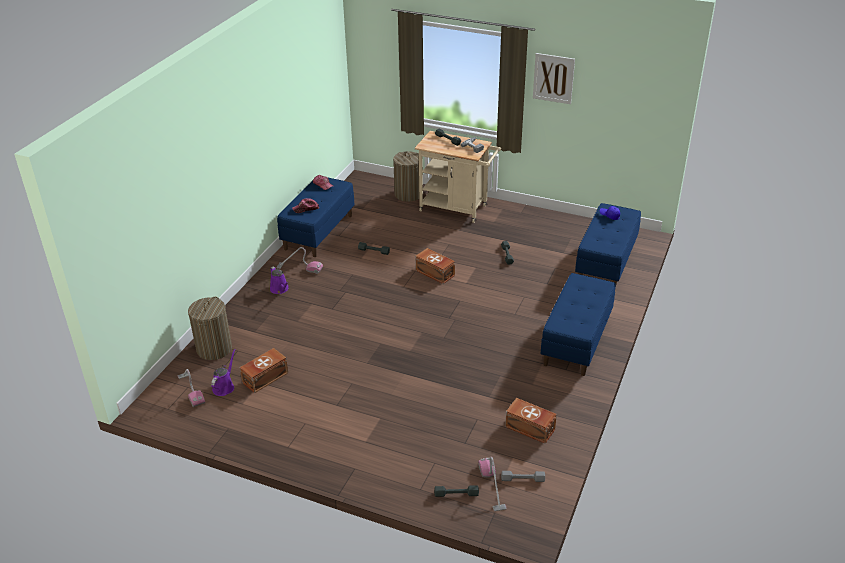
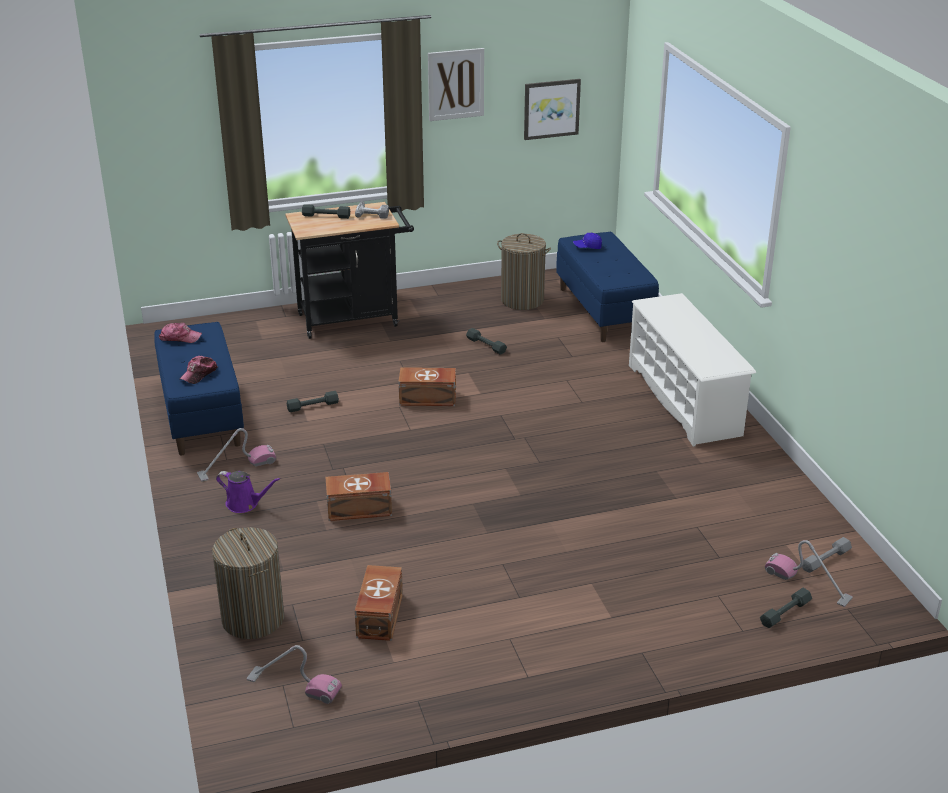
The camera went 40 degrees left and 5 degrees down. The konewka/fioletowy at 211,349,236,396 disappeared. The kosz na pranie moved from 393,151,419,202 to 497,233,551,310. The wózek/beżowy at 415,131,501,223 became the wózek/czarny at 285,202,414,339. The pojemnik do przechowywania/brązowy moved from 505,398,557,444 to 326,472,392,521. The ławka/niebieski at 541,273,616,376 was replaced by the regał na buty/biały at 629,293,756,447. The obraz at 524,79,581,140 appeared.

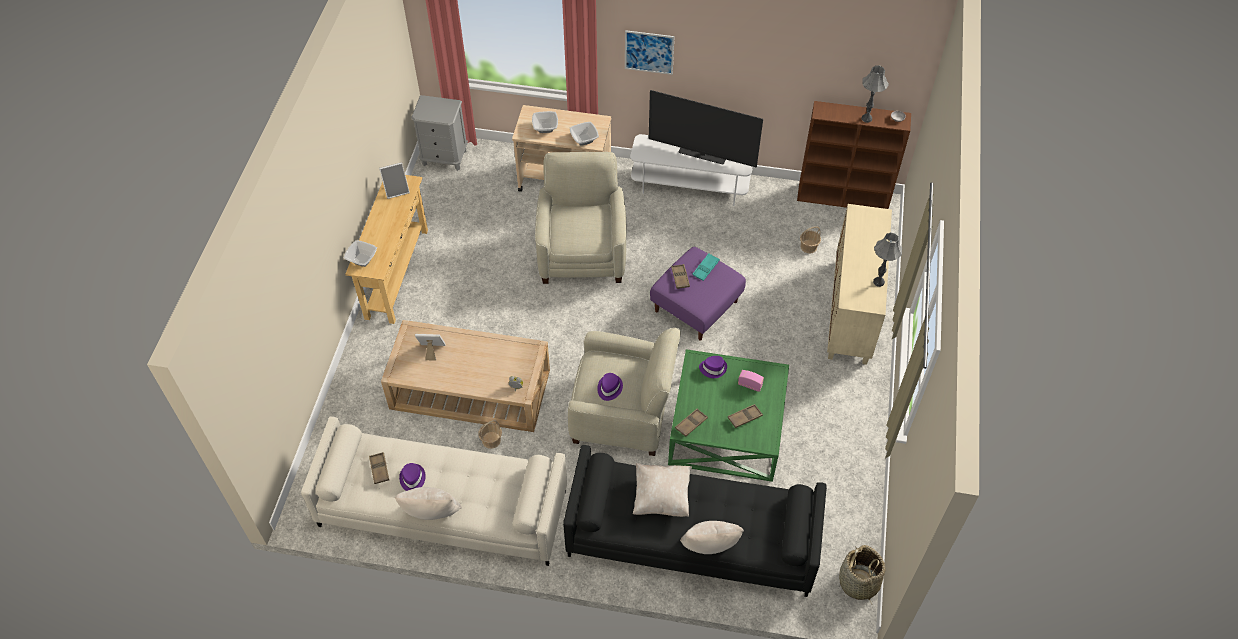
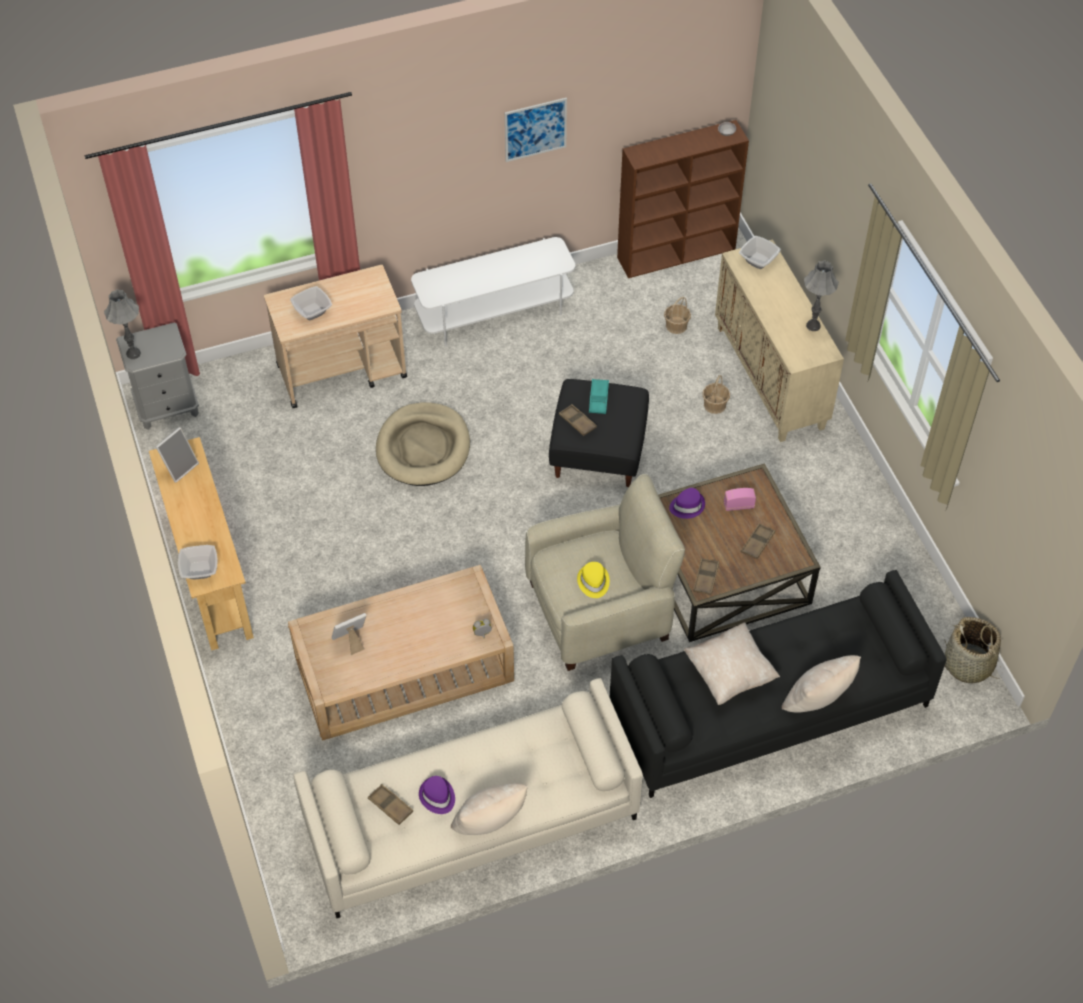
The camera went 30 degrees left and 0 degrees up. The koszyk moved from 478,420,502,449 to 702,375,730,414. The fotel/beżowy at 535,152,626,284 was replaced by the legowisko/beżowy at 376,402,470,486. The miska moved from 570,122,599,146 to 739,236,781,269. The kapelusz/fioletowy at 597,373,623,401 became the kapelusz/żółty at 577,562,610,598. The obraz moved from 625,30,675,75 to 505,98,567,162. The telewizor at 649,90,763,167 disappeared. The pufa/fioletowy at 650,247,746,341 became the pufa/czarny at 549,379,649,487. The ława/zielony at 668,349,789,482 became the ława/brązowy at 658,463,821,642. The lampa stołowa/szary moved from 861,65,889,123 to 104,289,141,359.

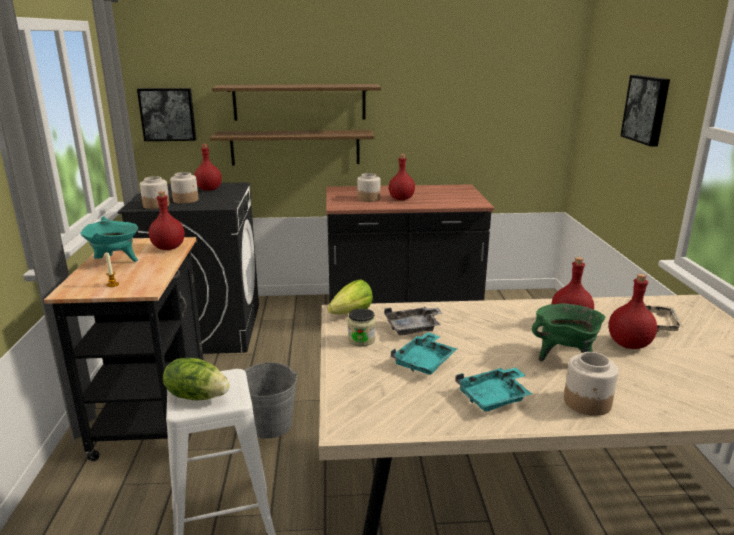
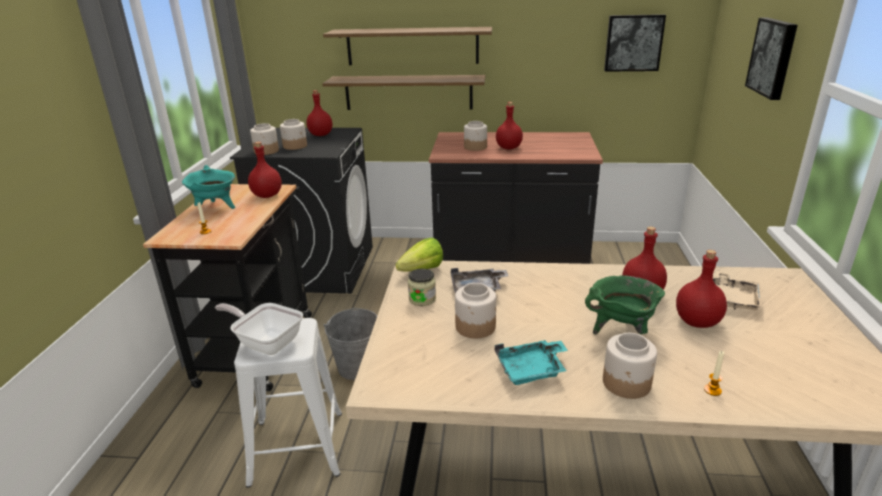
The camera went 10 degrees right and 5 degrees up. The obraz moved from 137,88,196,141 to 604,14,666,72. The sałata at 163,358,230,401 was replaced by the patelnia at 215,303,303,355. The taca/turkusowy at 391,332,457,375 was replaced by the słoik at 455,283,496,338. The świeca at 704,351,724,396 appeared.

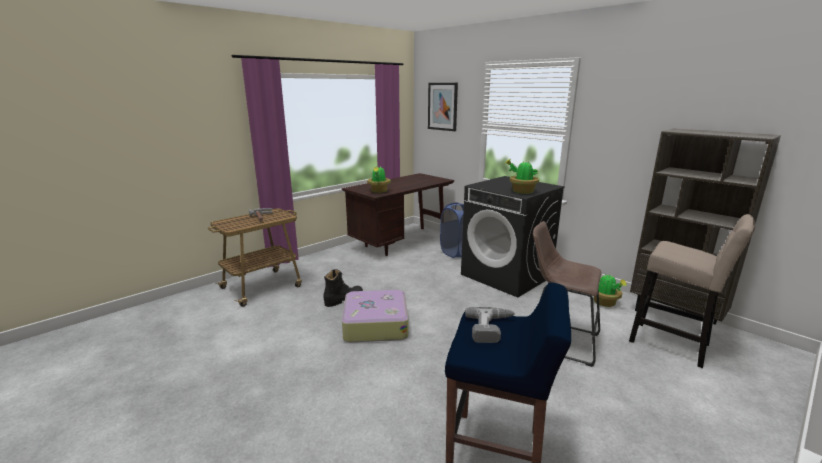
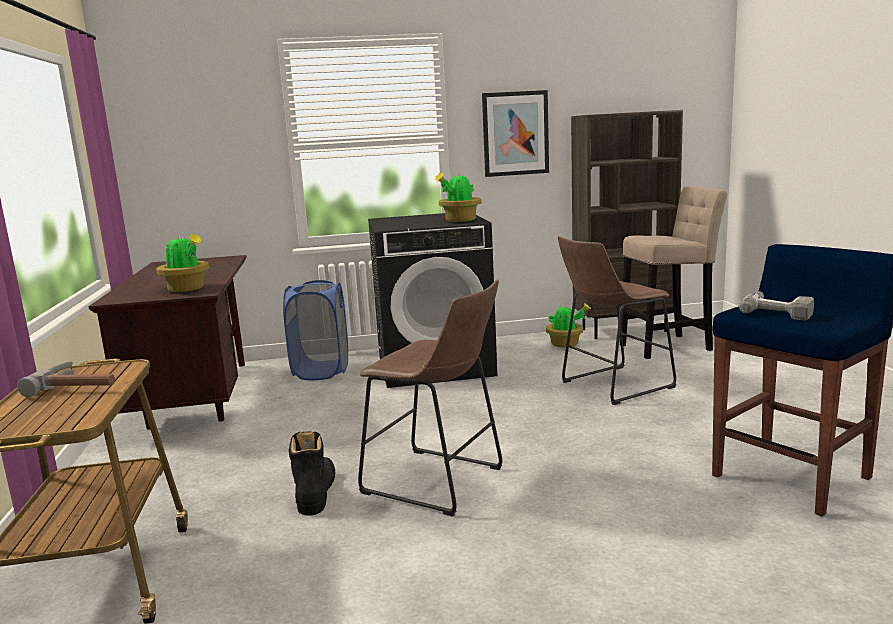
The camera went 55 degrees left and 5 degrees down. The walizka at 342,290,408,342 was replaced by the stołek/brązowy at 358,279,502,517. The obraz moved from 428,83,458,131 to 482,90,549,177.

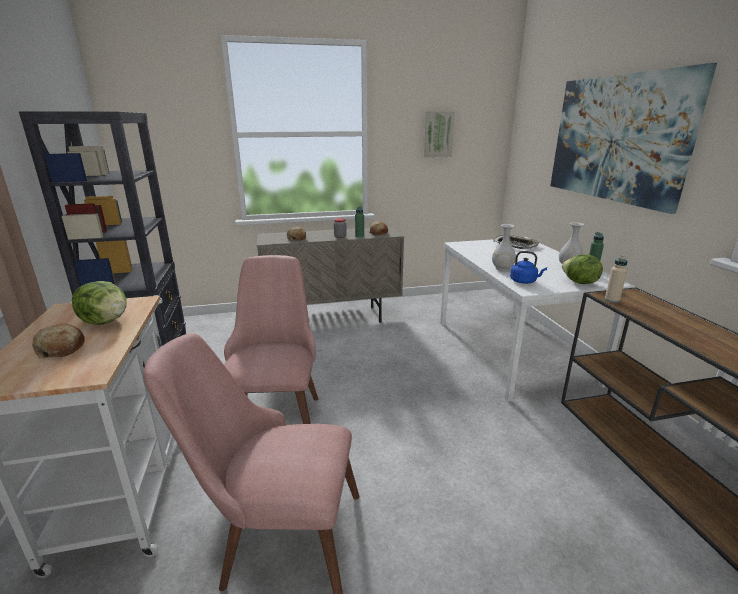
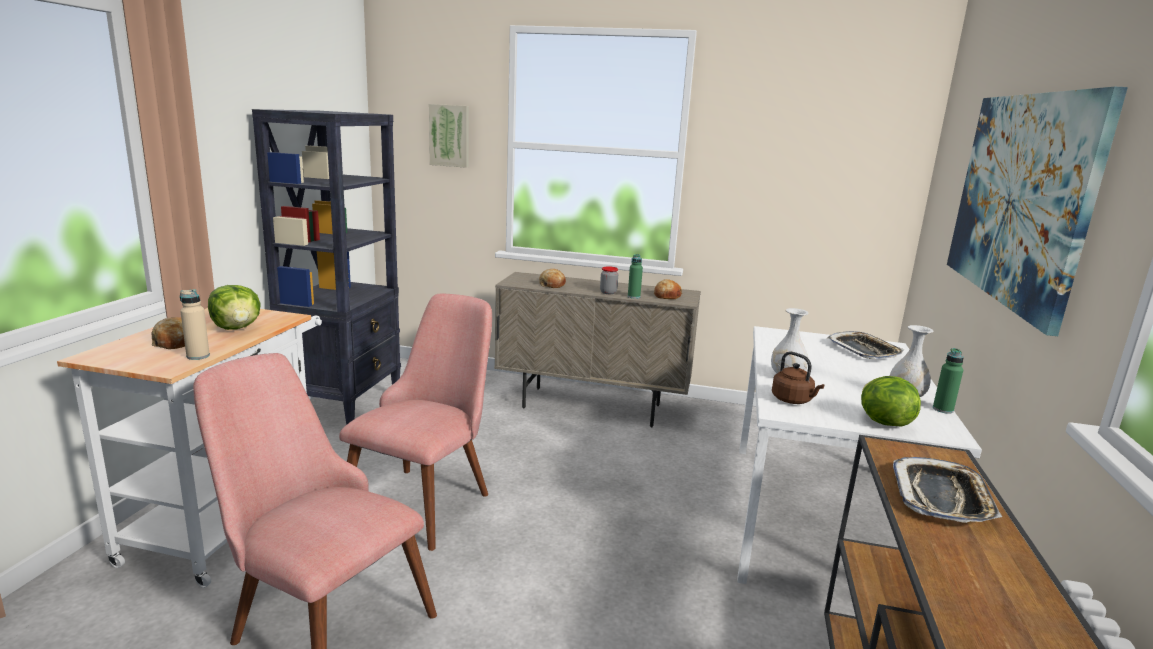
The camera went 25 degrees right and 5 degrees down. The obraz moved from 424,111,455,158 to 429,104,469,168. The czajnik/niebieski at 510,251,547,284 became the czajnik/brązowy at 772,352,824,404. The butelka/beżowy moved from 605,256,628,303 to 180,289,210,360. The taca at 893,457,1002,523 appeared.

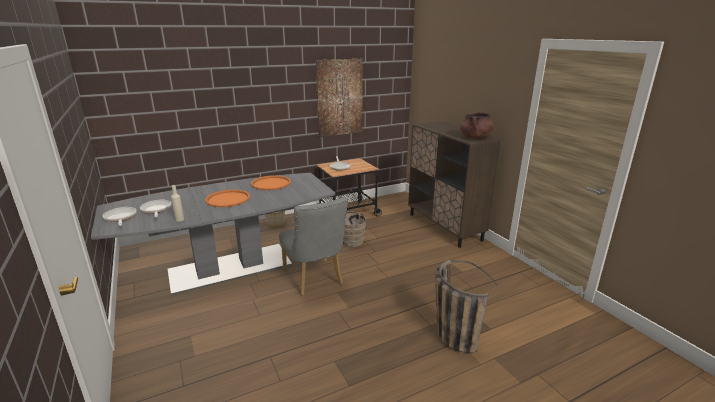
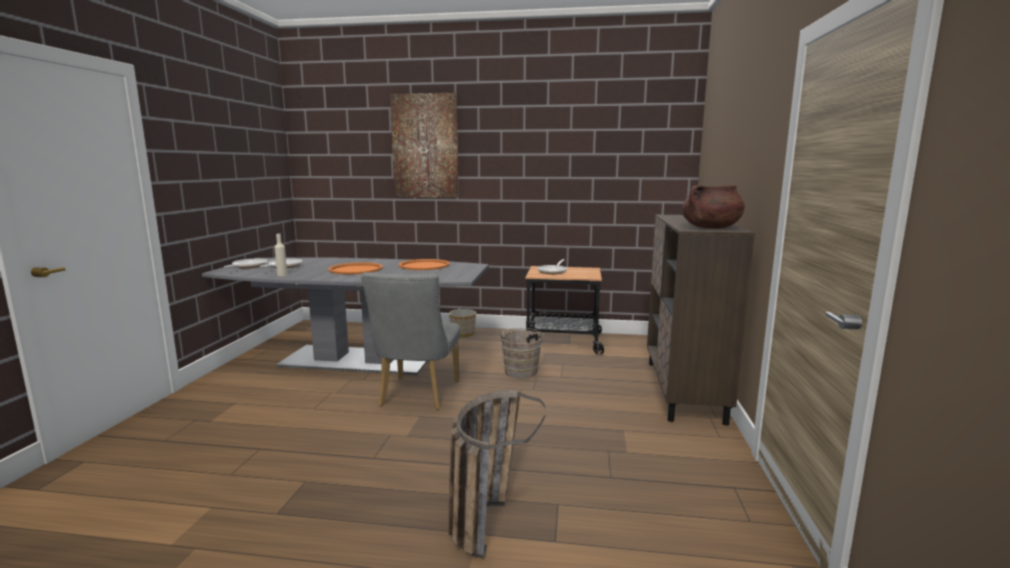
The camera went 35 degrees right and 10 degrees down. The obraz moved from 316,59,363,137 to 390,93,459,198.

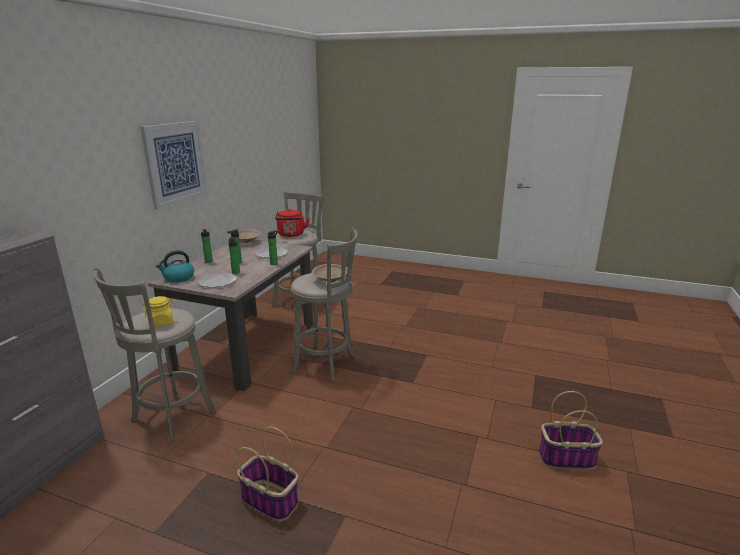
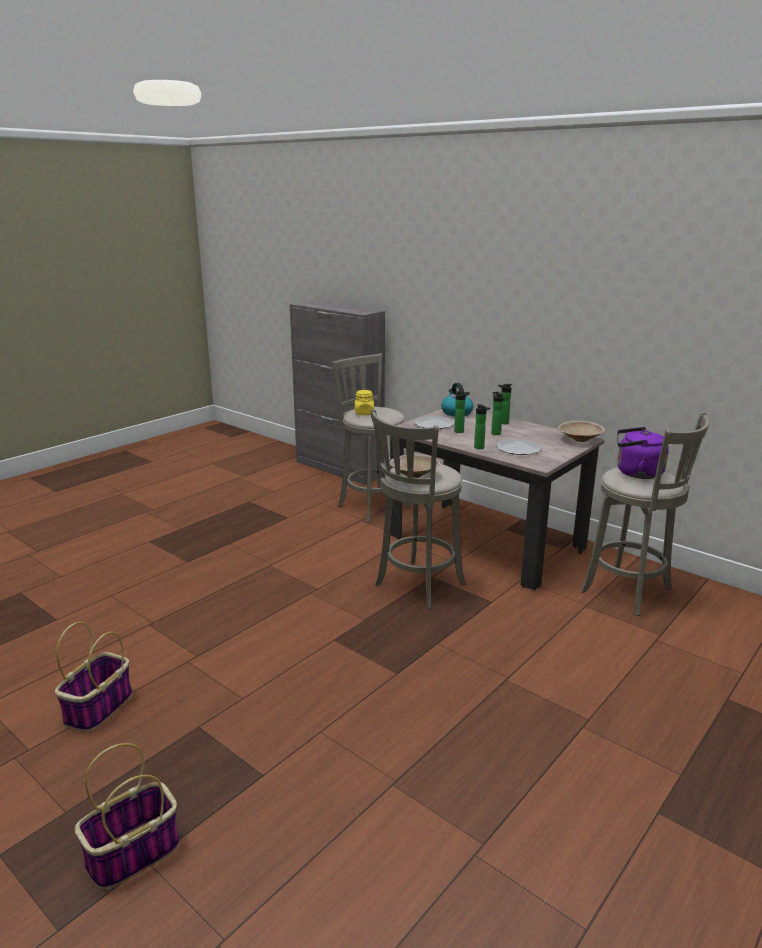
The camera went 110 degrees right and 0 degrees up. The obraz at 140,121,208,210 disappeared. The koszyk moved from 237,427,299,521 to 75,743,180,890. The czajnik/czerwony at 275,209,310,237 became the czajnik/fioletowy at 617,427,669,479.

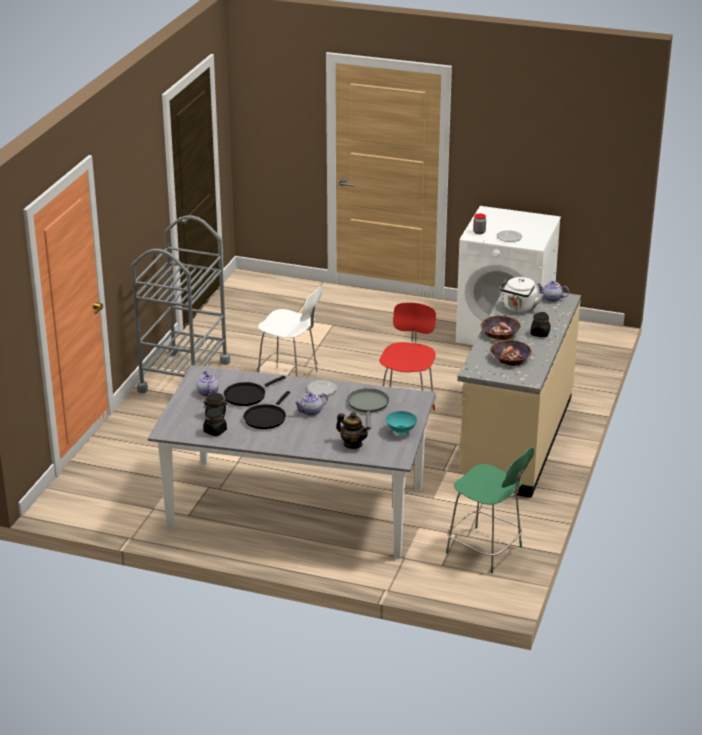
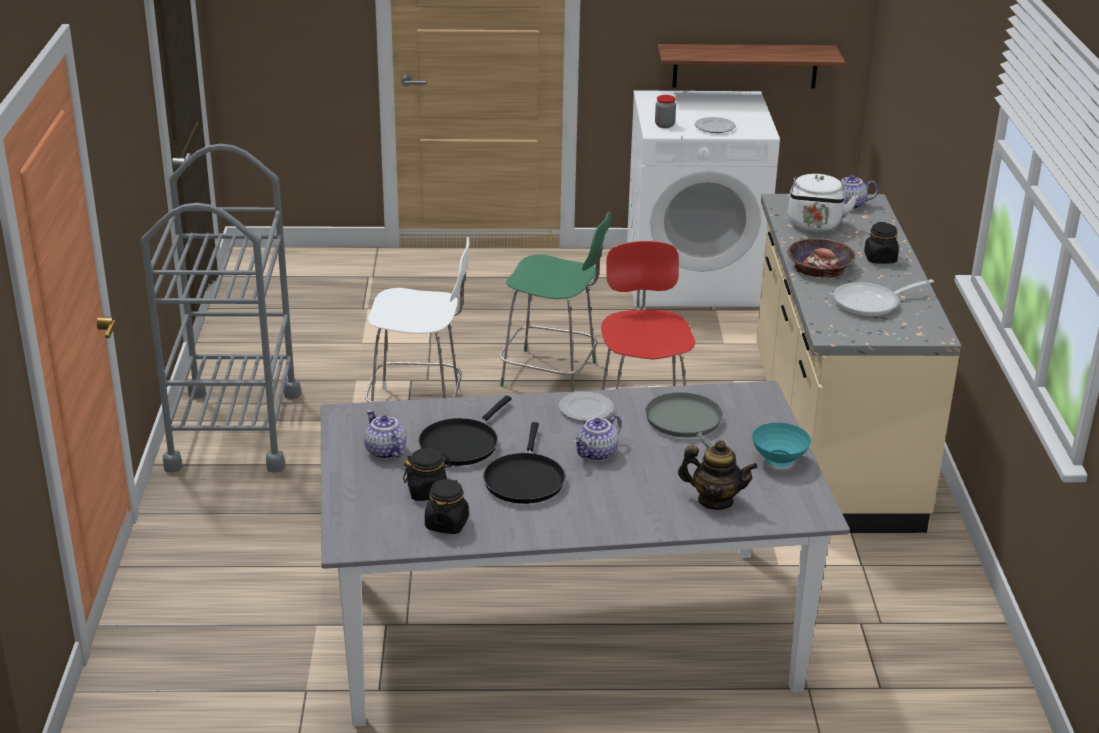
The camera went 20 degrees left and 0 degrees up. The krzesło/zielony moved from 446,448,534,573 to 500,212,612,391. The miska at 490,340,532,366 was replaced by the patelnia at 834,279,934,317. The półka at 658,44,845,89 appeared.

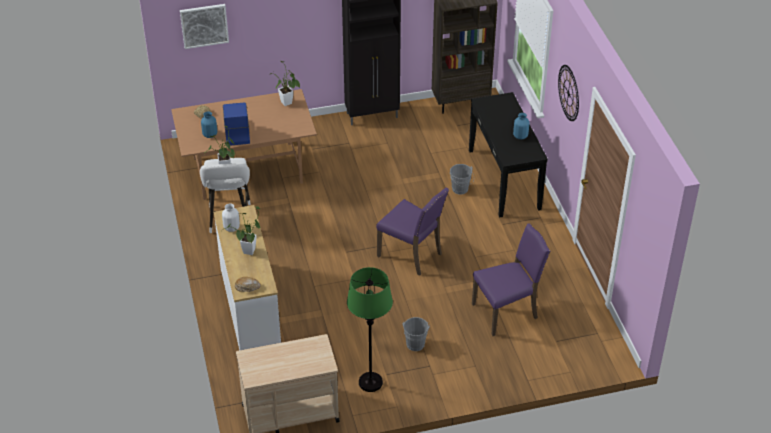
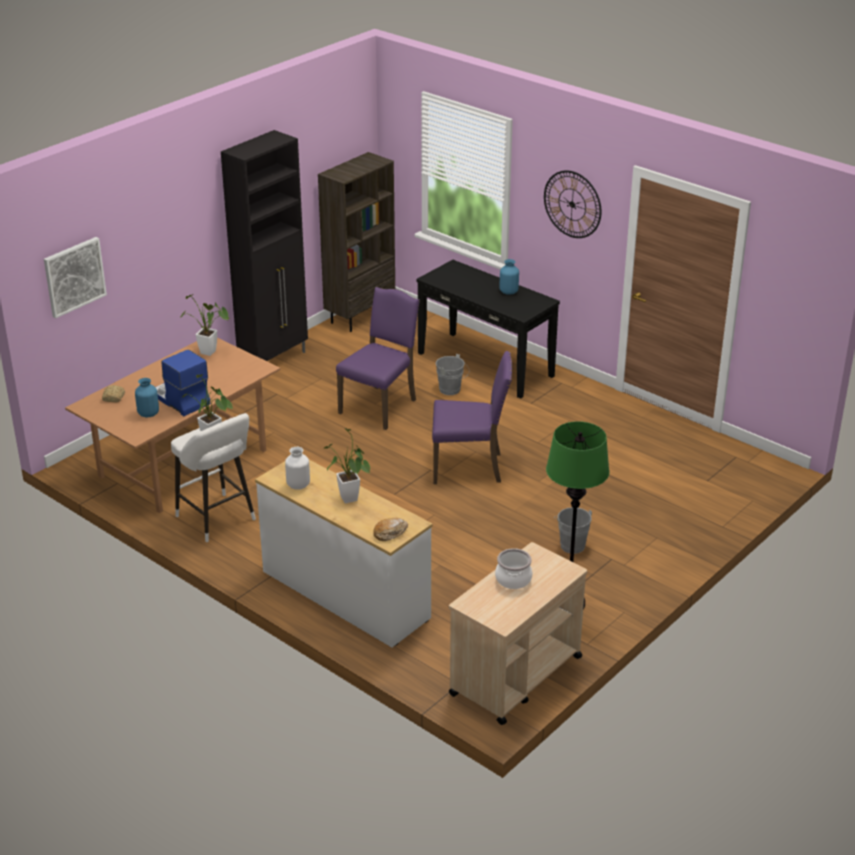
The camera went 35 degrees left and 10 degrees down. The krzesło/fioletowy moved from 472,224,551,336 to 336,287,420,430. The garnek at 495,548,532,589 appeared.

